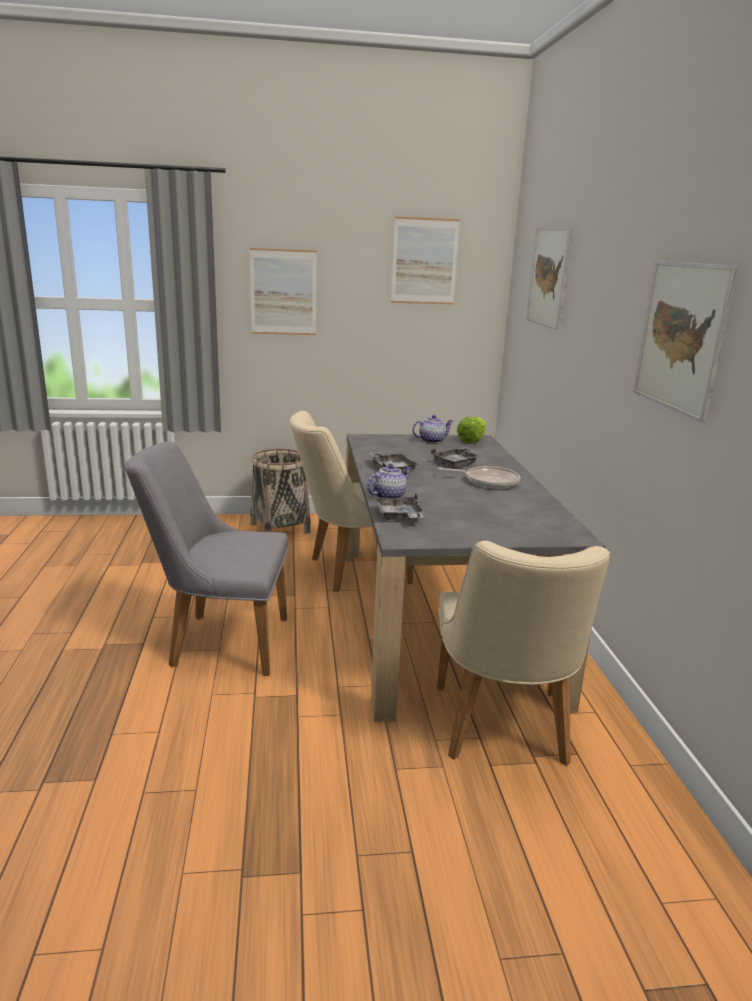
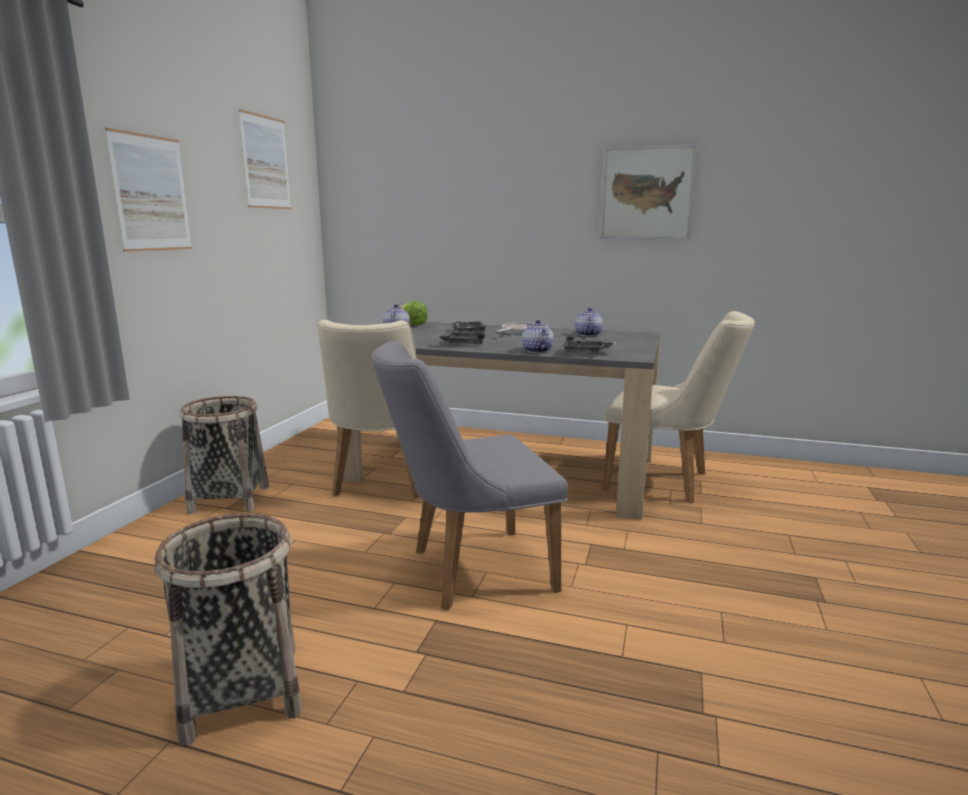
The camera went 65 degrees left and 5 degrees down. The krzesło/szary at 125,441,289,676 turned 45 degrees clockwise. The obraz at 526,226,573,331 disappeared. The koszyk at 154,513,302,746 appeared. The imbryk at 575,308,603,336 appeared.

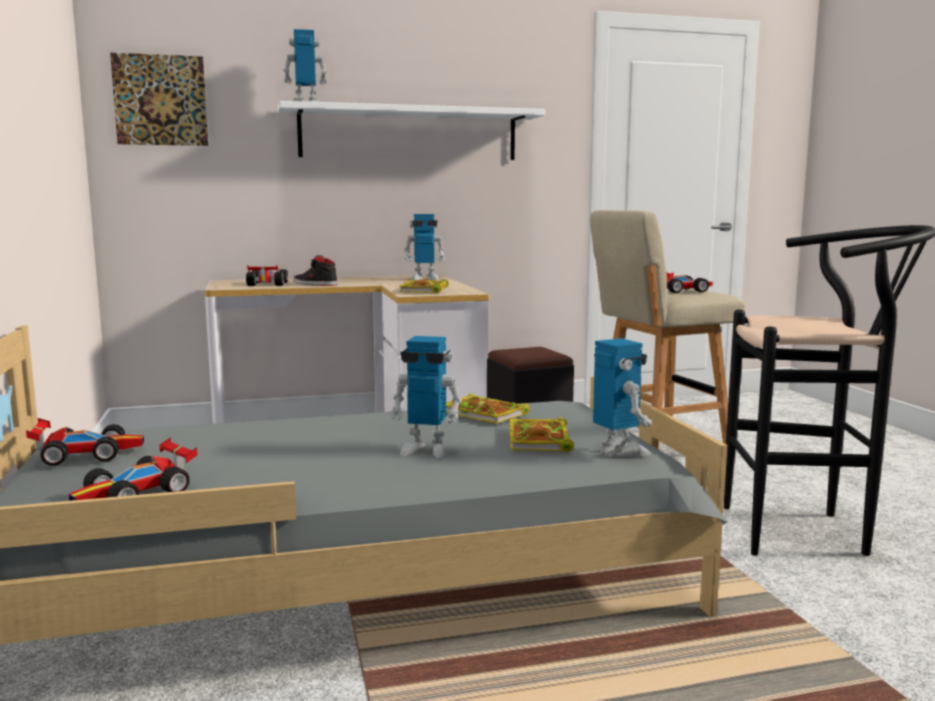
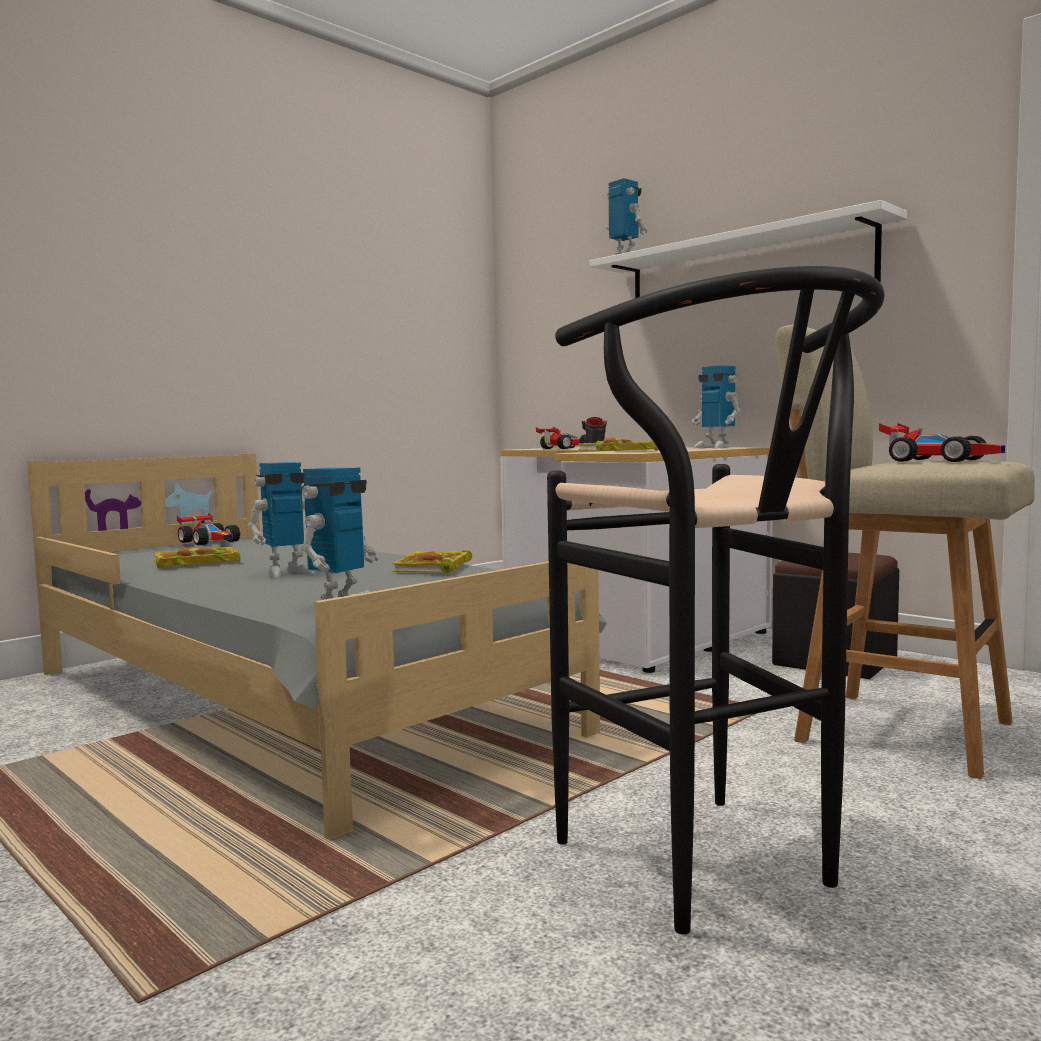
The camera went 60 degrees right and 5 degrees down. The samochodzik at 69,438,197,501 disappeared. The obraz at 110,53,208,146 disappeared. The robot zabawkowy at 390,336,462,458 turned 105 degrees counterclockwise. The książka moved from 510,417,574,452 to 153,547,240,568.

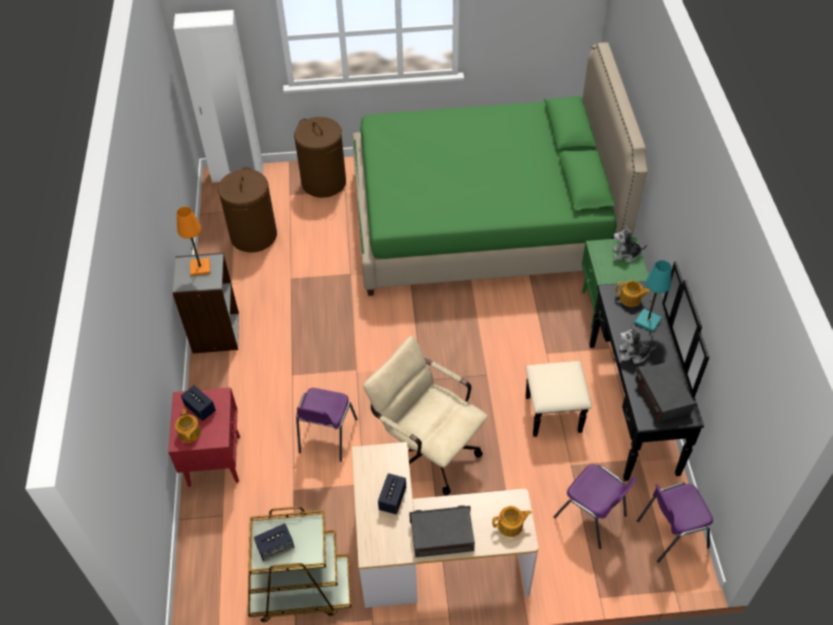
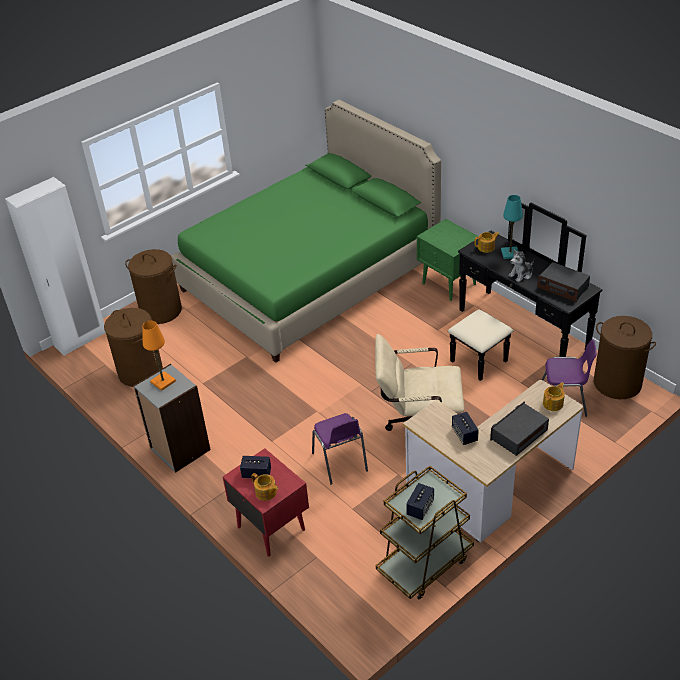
The camera went 35 degrees left and 10 degrees down. The pluszak at 613,225,647,262 disappeared. The krzesło/fioletowy at 637,482,713,563 was replaced by the kosz na pranie/brązowy at 594,316,656,399.

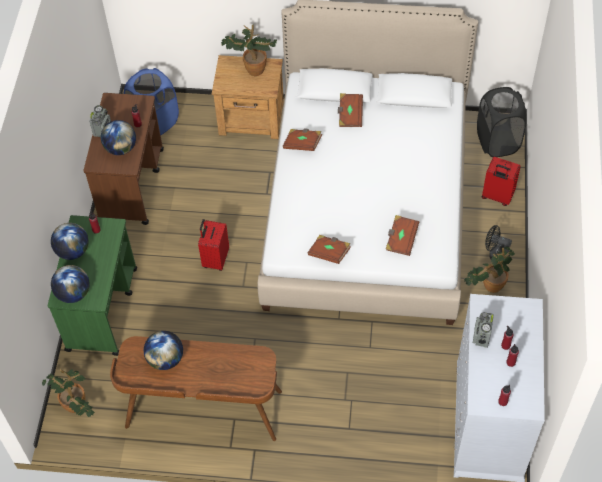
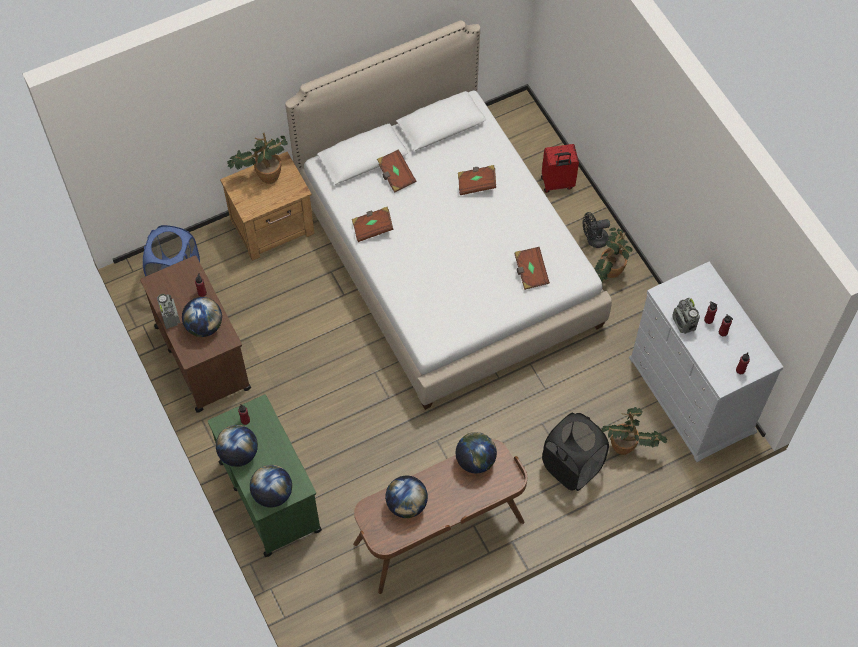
The camera went 35 degrees left and 5 degrees up. The roślina doniczkowa moved from 42,368,95,417 to 602,407,667,455. The walizka/czerwony at 198,219,229,271 disappeared. The książka/brązowy moved from 308,235,351,264 to 458,165,496,195. The kosz na pranie/czarny moved from 477,87,527,157 to 542,413,609,491. The globus at 456,432,497,474 appeared.

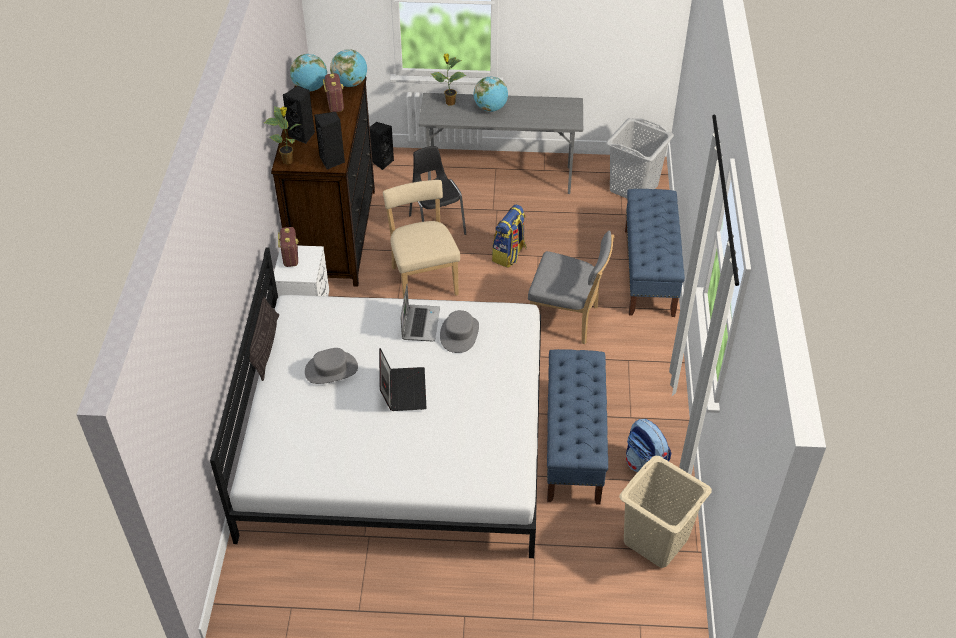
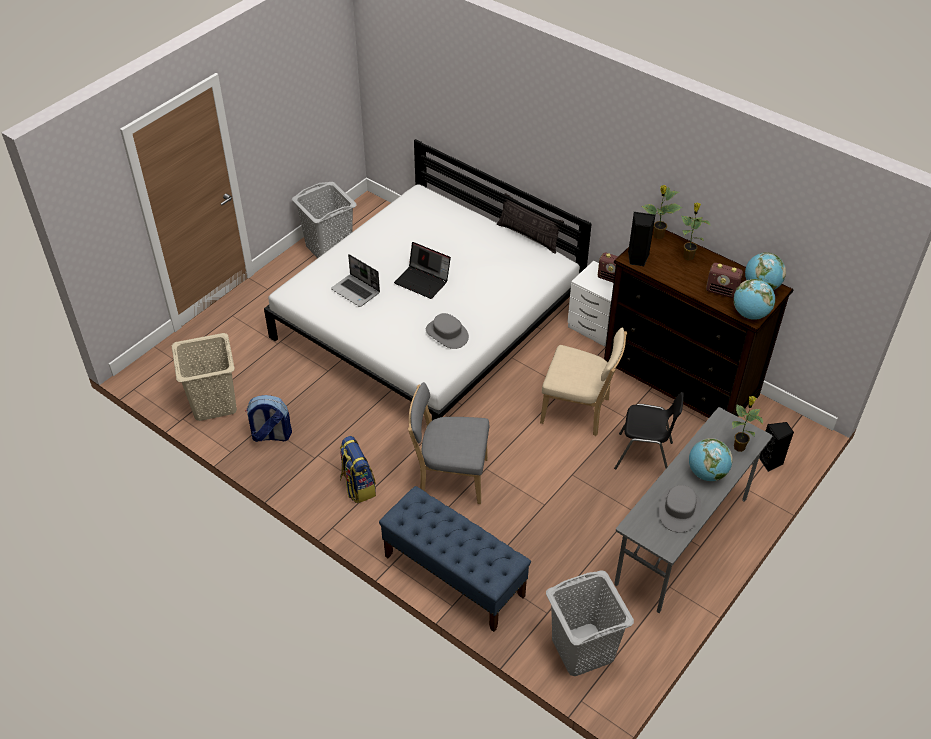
The camera went 125 degrees right and 0 degrees up. The głośnik/czarny at 283,86,315,144 was replaced by the roślina doniczkowa at 682,203,711,260. The kapelusz/szary moved from 305,348,358,384 to 659,485,701,533. The laptop moved from 400,285,440,342 to 331,254,380,307. The plecak moved from 492,204,527,268 to 340,436,376,503. The krzesło/szary at 528,231,614,344 turned 45 degrees clockwise. The ławka/niebieski at 547,349,608,505 disappeared. The kosz na pranie/szary at 292,182,357,258 appeared.

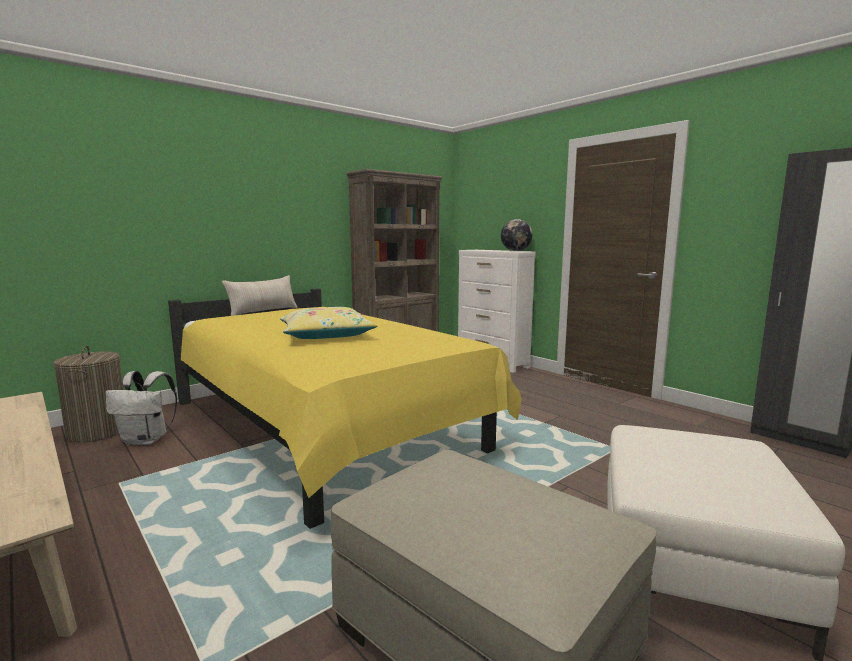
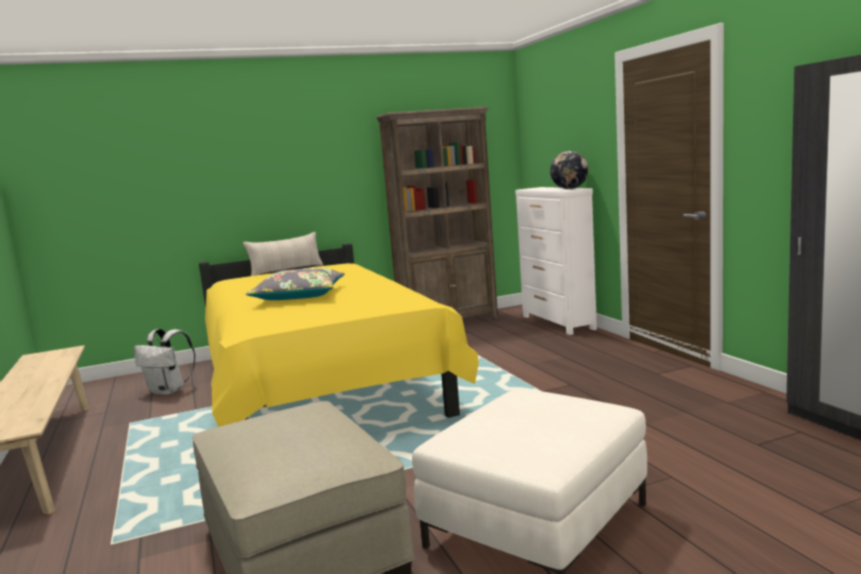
The camera went 20 degrees right and 0 degrees up. The kosz na pranie at 53,345,123,443 disappeared. The poduszka/żółty at 280,307,378,339 became the poduszka/szary at 246,268,345,300.

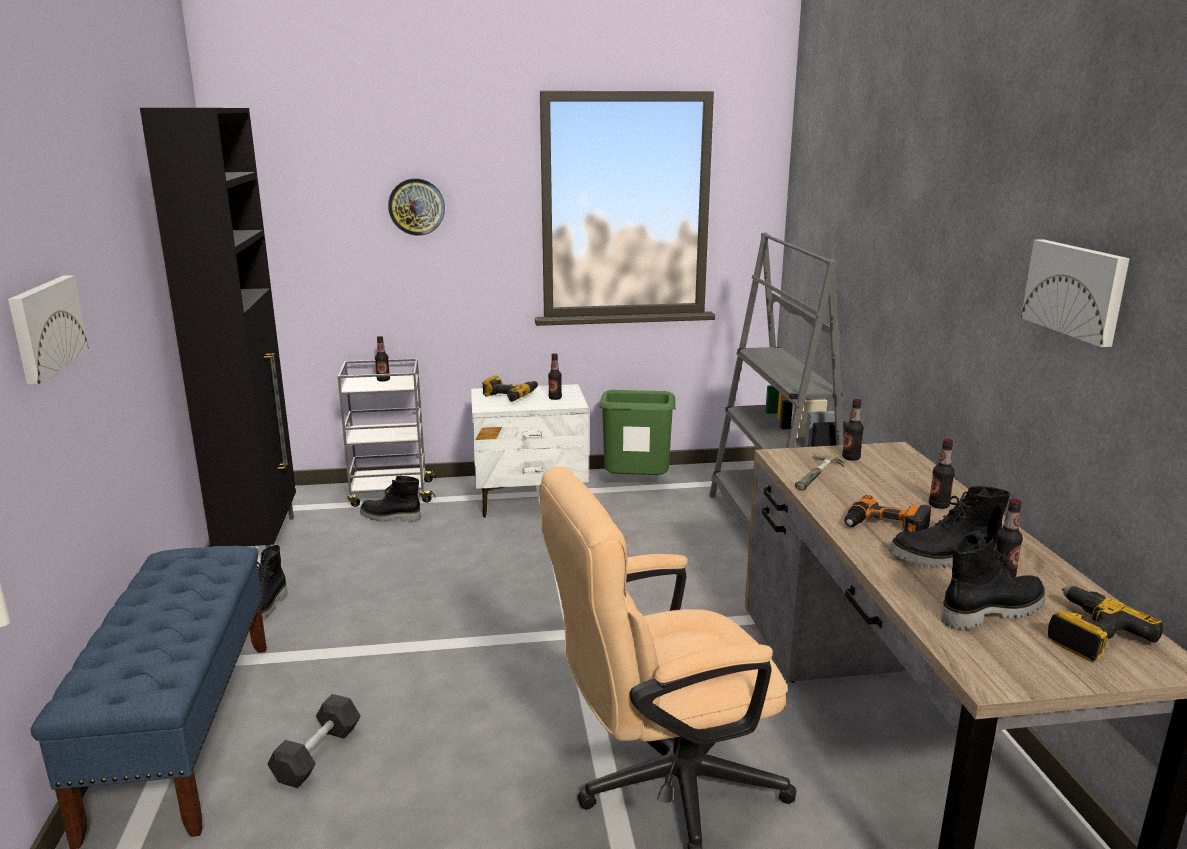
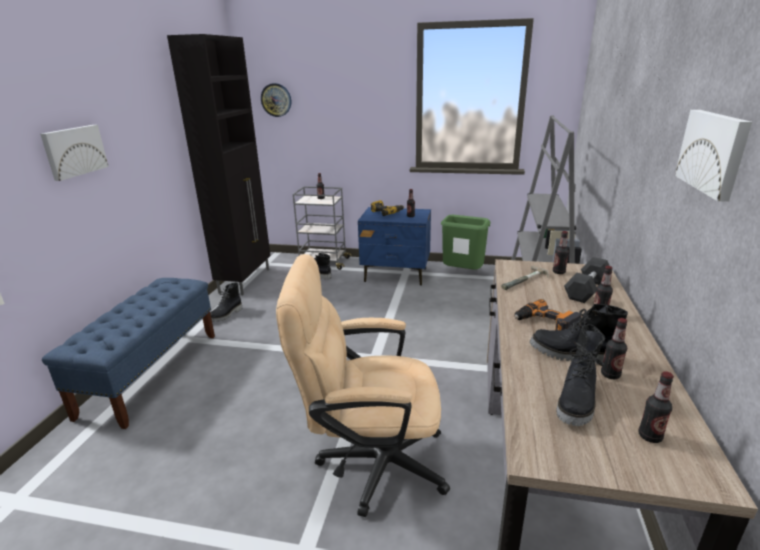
The camera went 20 degrees right and 5 degrees up. The hantel/czarny moved from 267,694,361,788 to 564,257,610,303. The zegar ścienny moved from 388,178,445,236 to 261,83,291,117. The szafka nocna/biały at 471,384,589,517 became the szafka nocna/niebieski at 358,207,431,286. The but z cholewką/czarny at 941,530,1045,630 turned 120 degrees clockwise. The wiertarka at 1048,586,1164,662 was replaced by the butelka at 639,371,674,443.

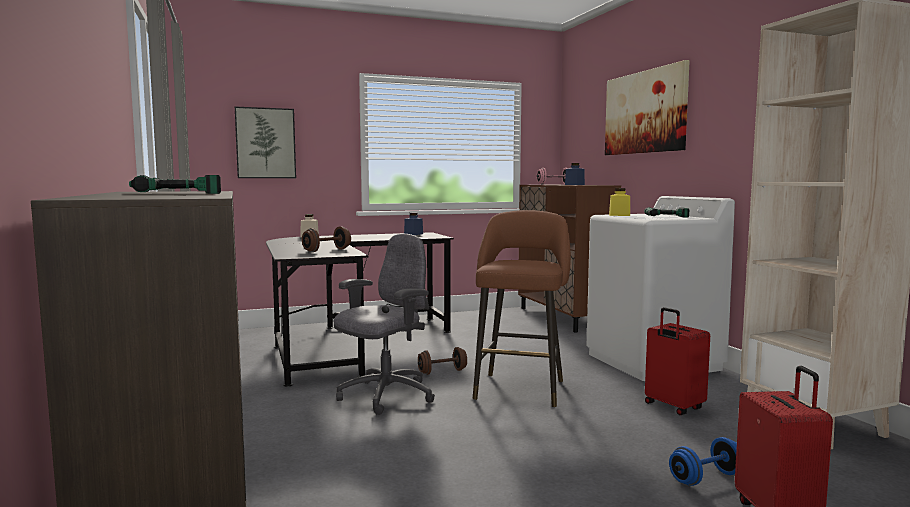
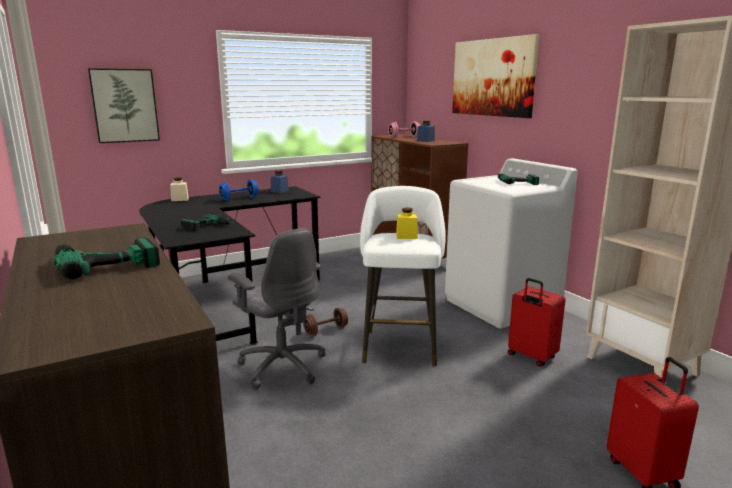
The camera went 10 degrees left and 10 degrees up. The hantel/brązowy at 302,226,351,252 was replaced by the wiertarka at 181,214,236,231. The krzesło biurowe/szary at 334,234,435,415 turned 105 degrees clockwise. The stołek/brązowy at 473,210,571,407 became the stołek/biały at 360,186,445,366. The słoik/żółty moved from 609,188,630,216 to 396,208,418,239. The hantel/niebieski moved from 669,437,737,486 to 219,179,259,201.

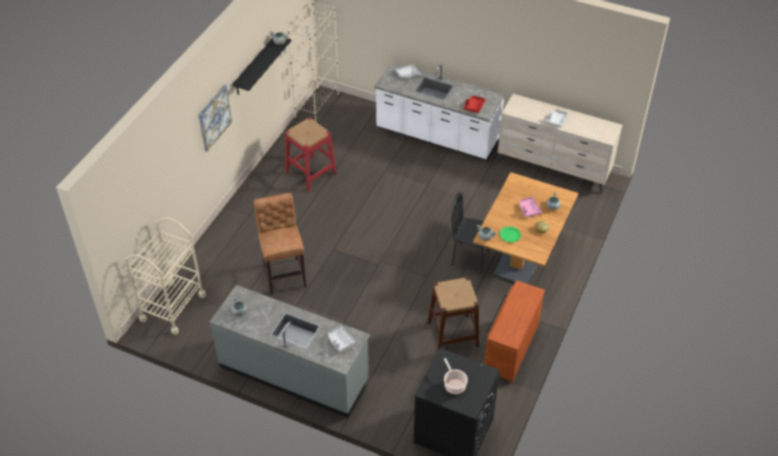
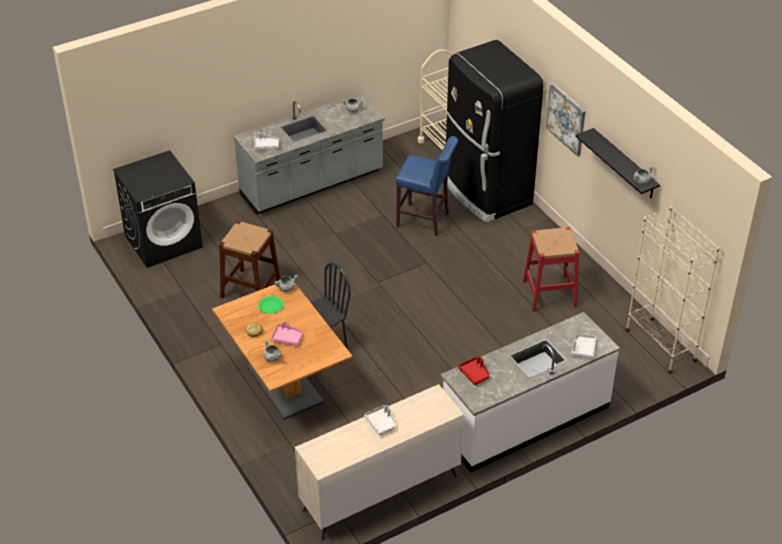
The camera went 125 degrees right and 5 degrees down. The stołek/brązowy at 254,193,306,295 became the stołek/niebieski at 396,136,458,236. The garnek at 444,358,468,394 disappeared. The komoda/brązowy at 484,280,545,383 disappeared. The lodówka/czarny at 446,40,543,222 appeared.

